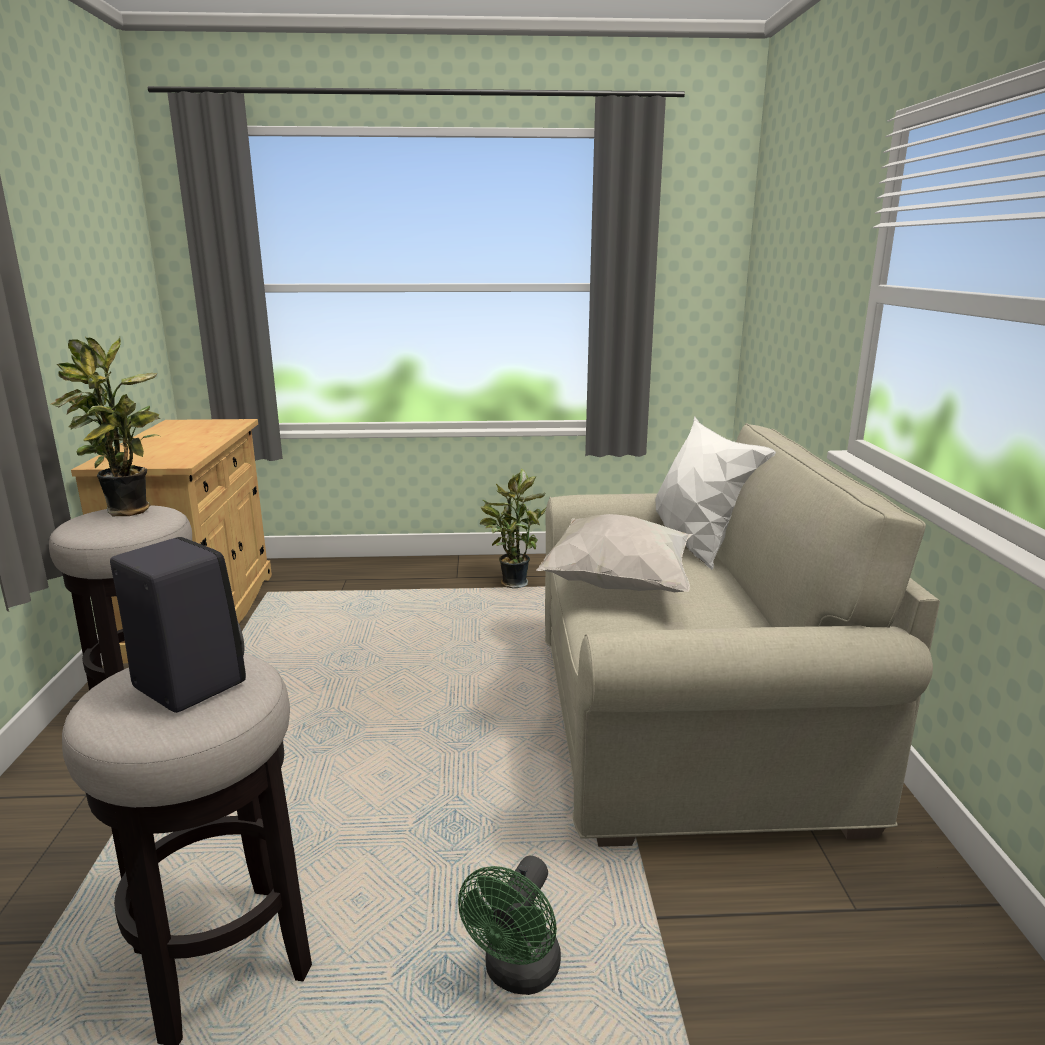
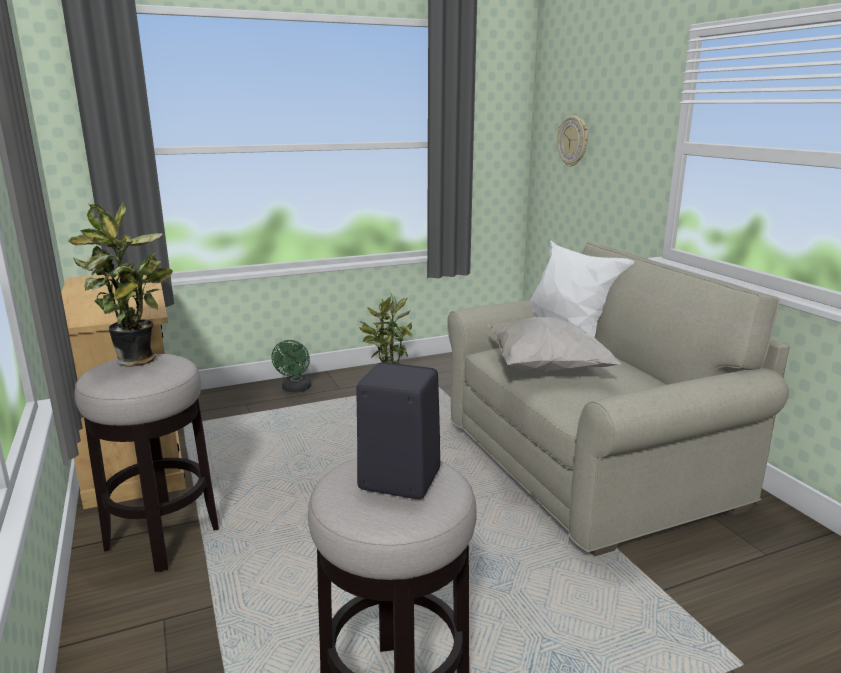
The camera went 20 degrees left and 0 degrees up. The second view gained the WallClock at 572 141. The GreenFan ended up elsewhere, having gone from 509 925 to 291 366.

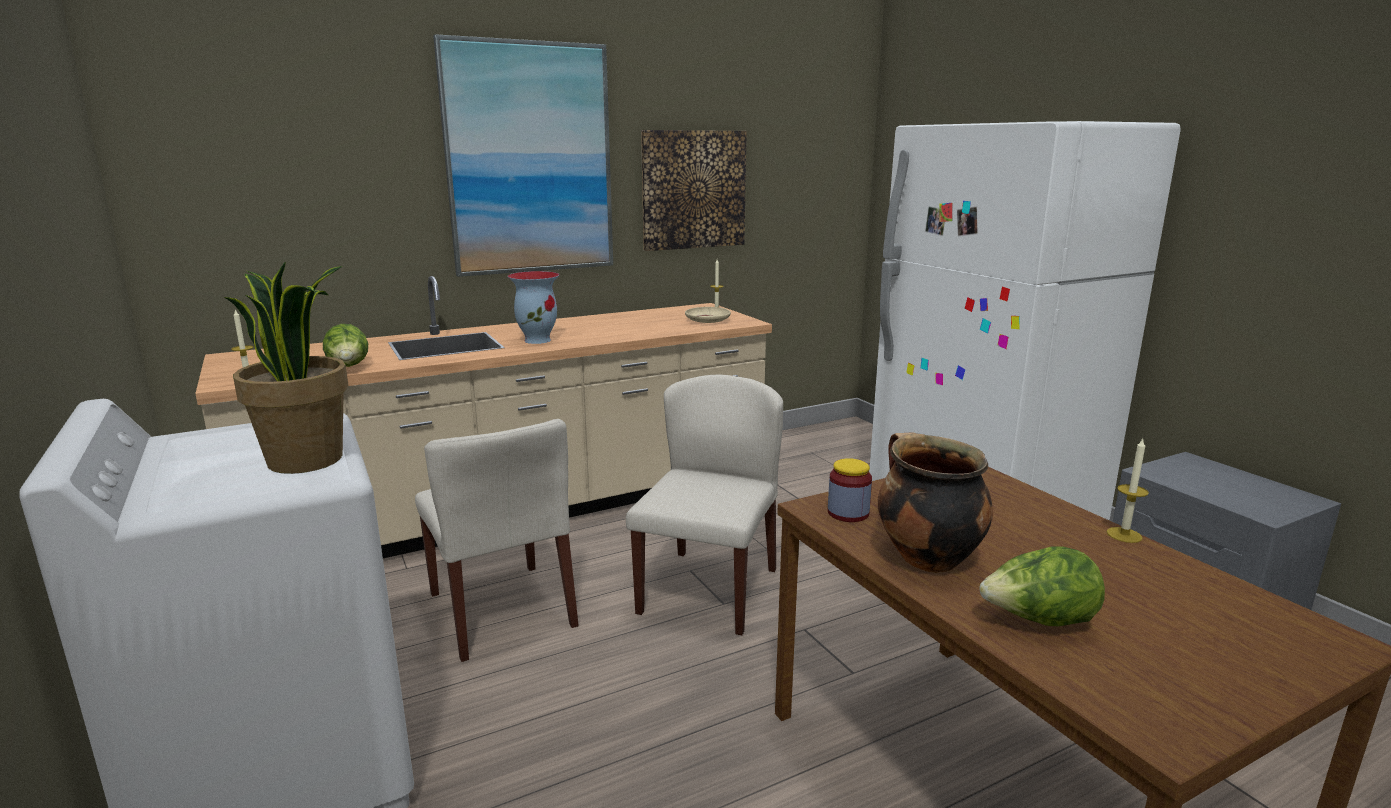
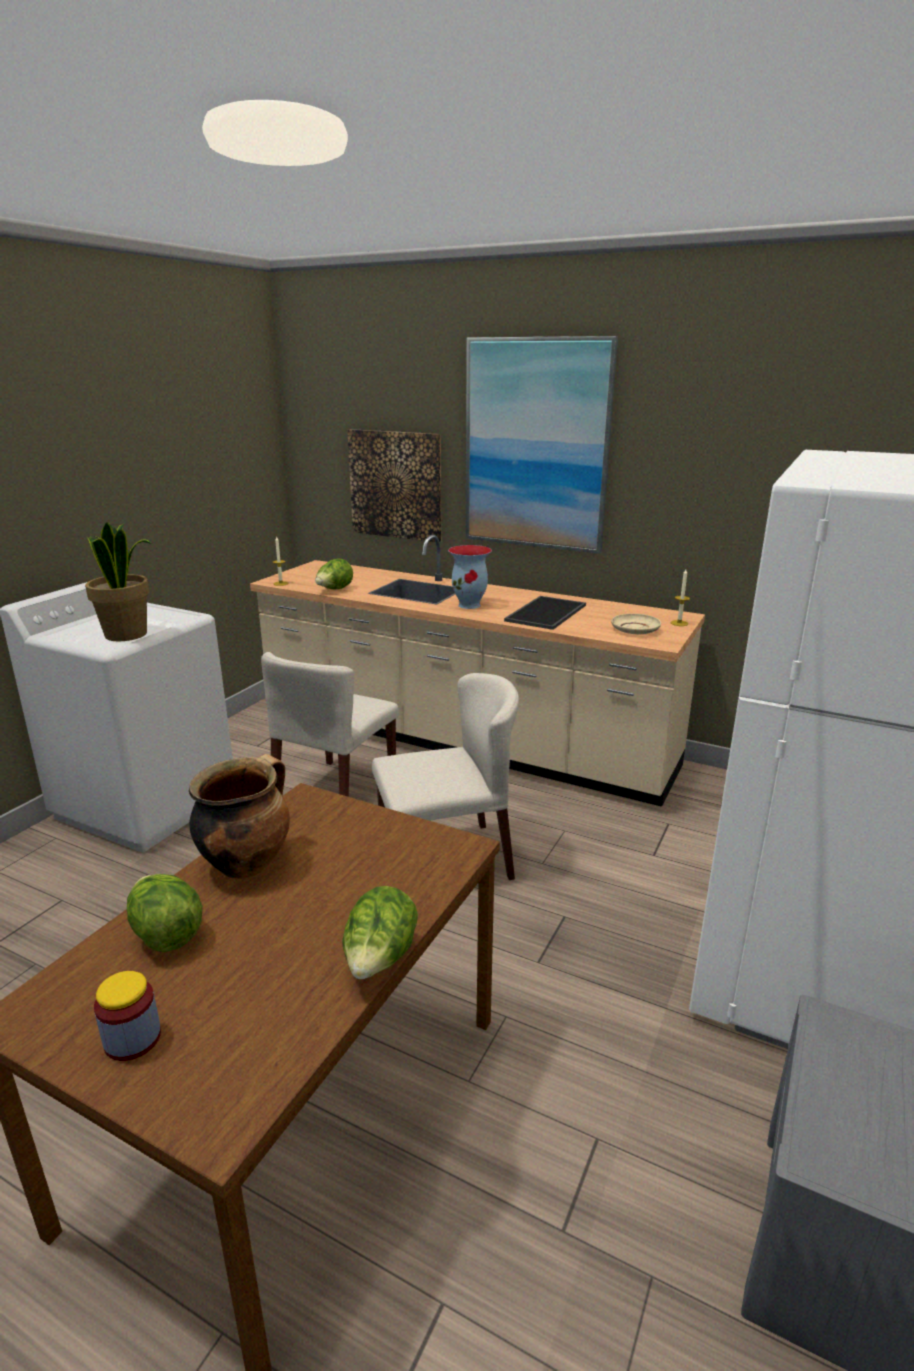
The camera went 55 degrees right and 5 degrees up. The second view gained the Tray at 545 613. The Picture ended up elsewhere, having gone from 694 190 to 394 485. The Jar ended up elsewhere, having gone from 850 490 to 127 1016. Where the Candle stood at 1128 491, the Lettuce came to stand at 380 932.

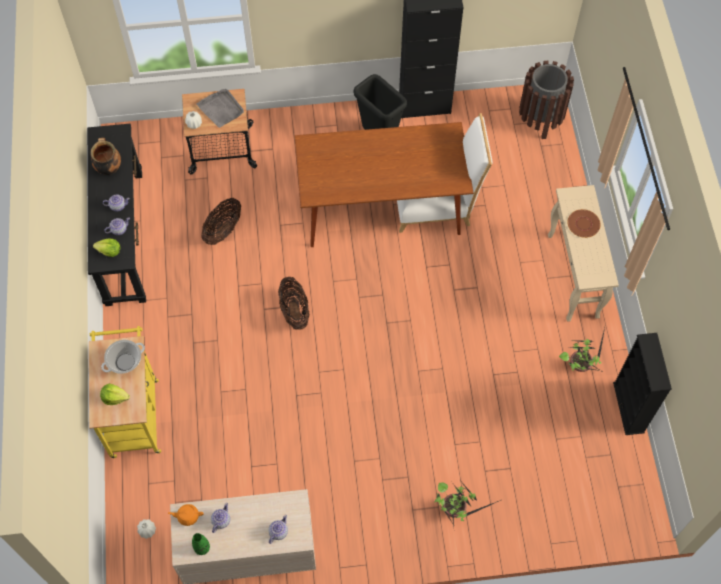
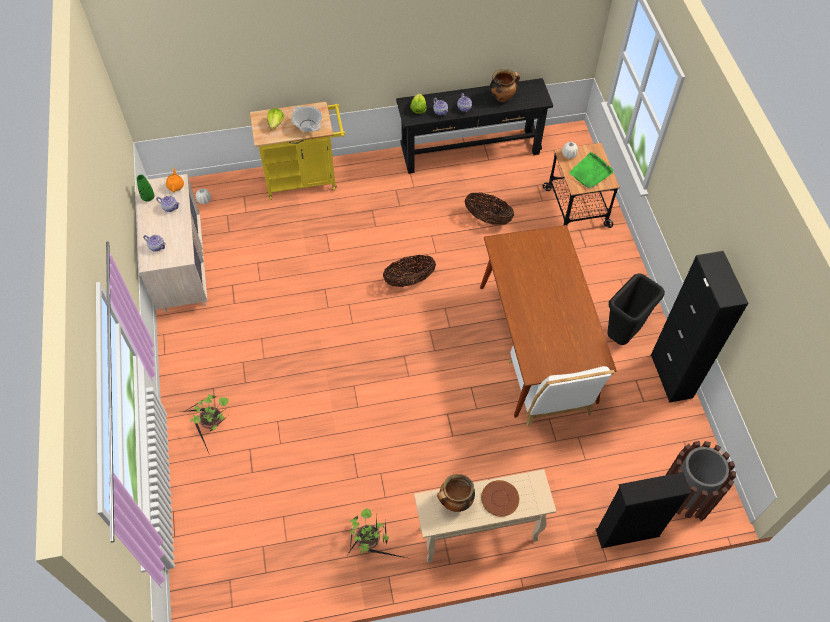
The camera went 85 degrees right and 5 degrees down. The second view gained the CookingPot at 456 493. The BlackBookcase ended up elsewhere, having gone from 642 384 to 643 510. What was the GreyTray at 220 108 turned into the GreenTray at 591 170.

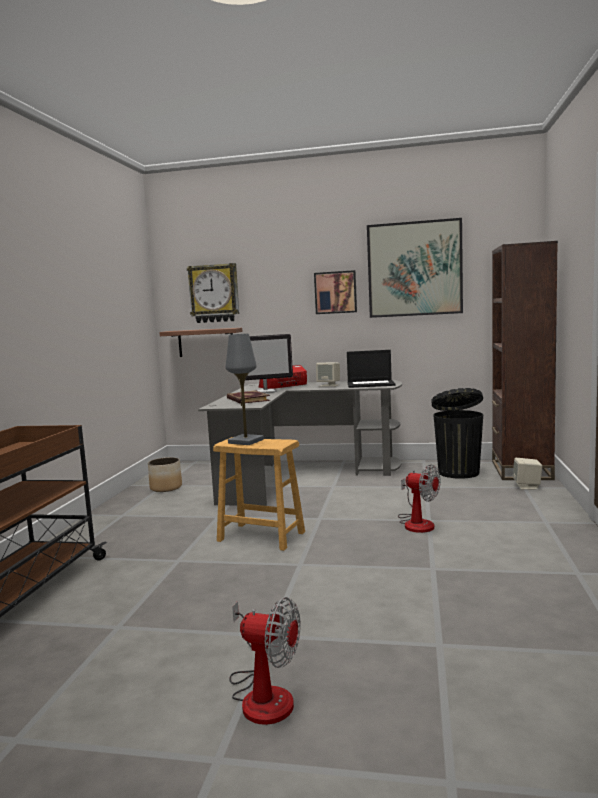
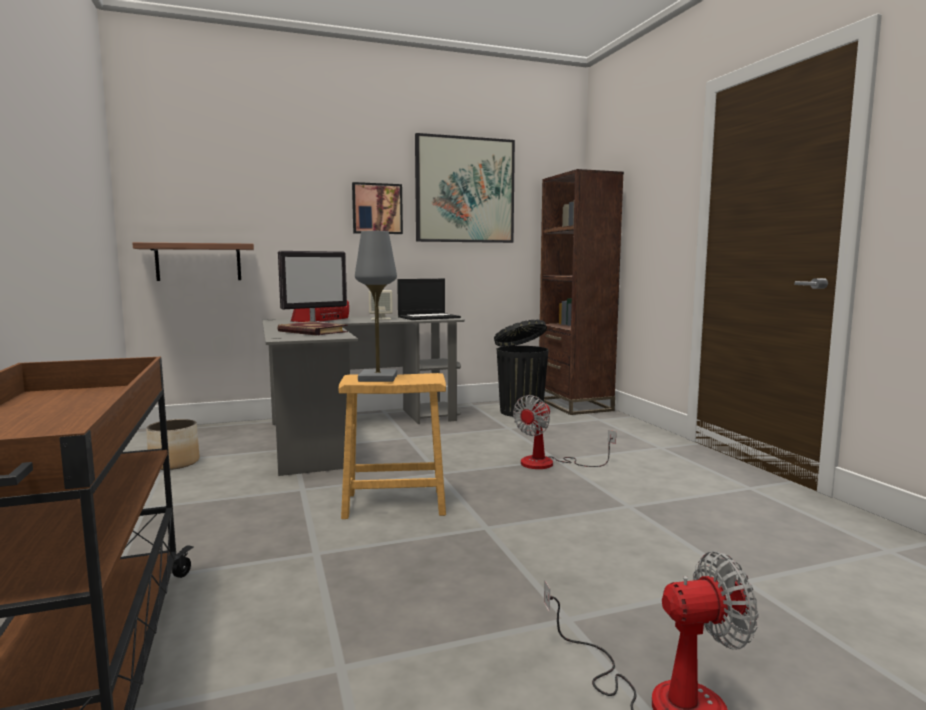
The camera went 30 degrees left and 0 degrees up. The second view lost the WallClock at 213 293. The second view lost the BeigeSpeaker at 527 474. The Fan at 419 499 ended up facing another way, 120 degrees clockwise from before.

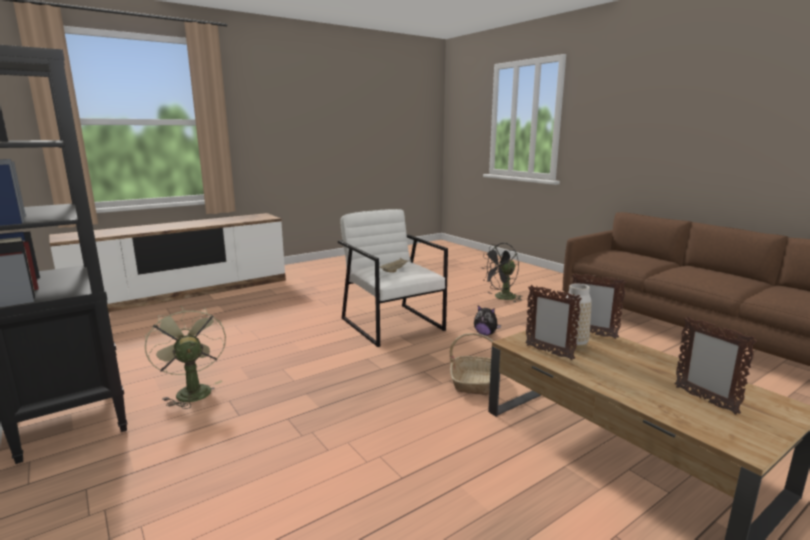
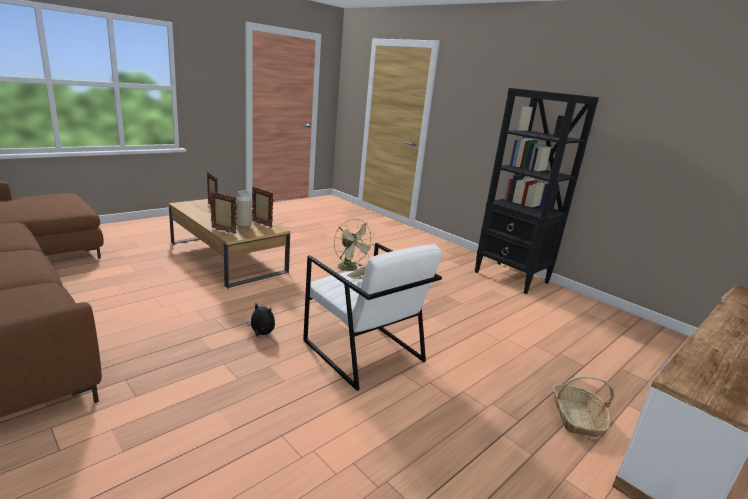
The camera went 170 degrees right and 5 degrees up. The second view lost the BlackFan at 501 273. The GreenFan ended up elsewhere, having gone from 185 357 to 354 246. The Basket ended up elsewhere, having gone from 471 364 to 583 406.

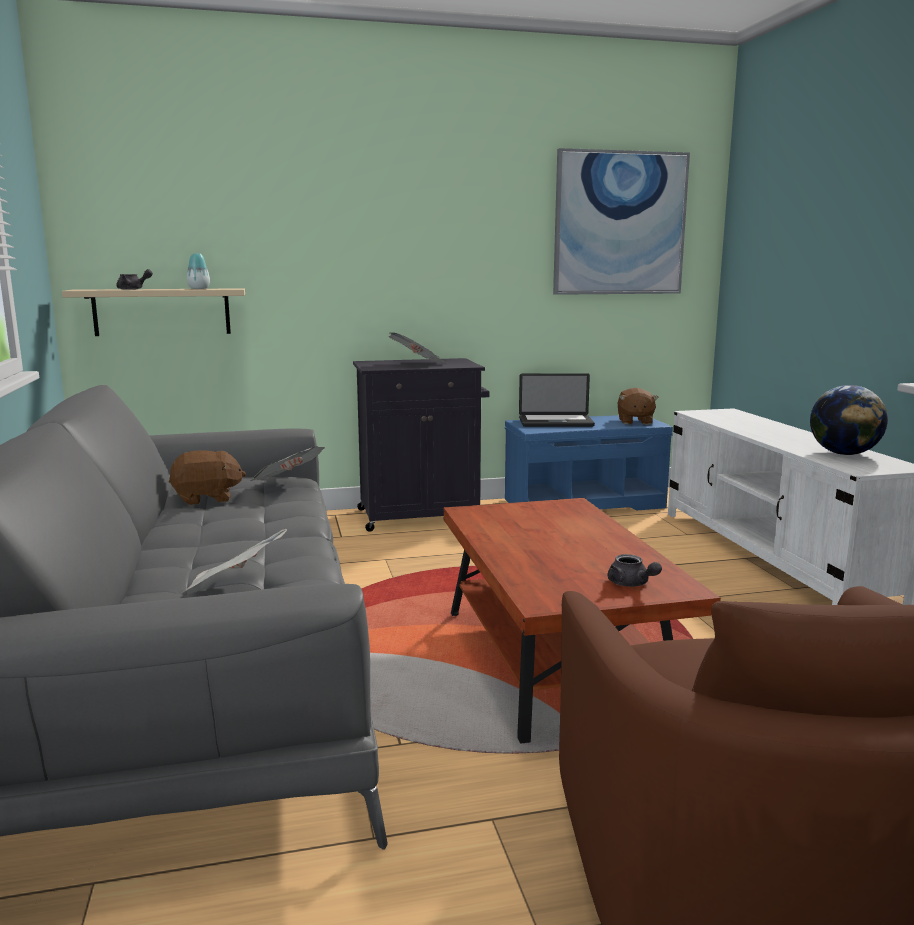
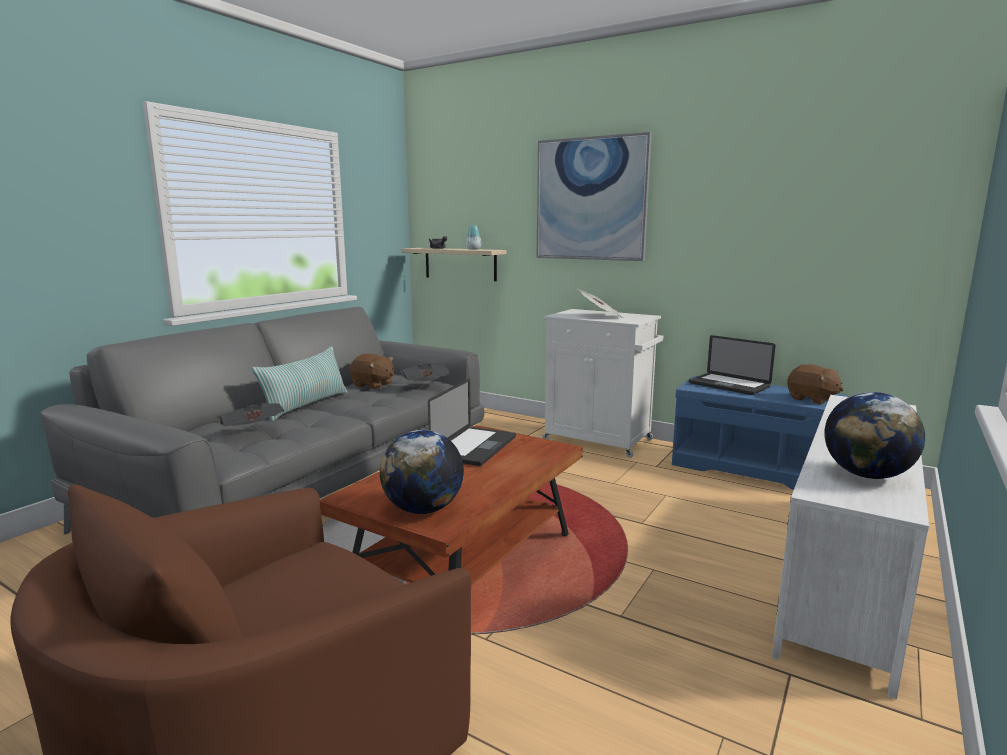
The camera went 45 degrees right and 0 degrees up. The second view gained the Pillow at 300 383. The second view gained the Laptop at 472 422. The Picture ended up elsewhere, having gone from 621 221 to 594 196. Where the GreyTeapot stood at 635 570, the Globe came to stand at 422 472. What was the BlackCabinet at 421 445 turned into the WhiteCabinet at 602 383. The BrownPlushToy at 638 406 ended up facing another way, 90 degrees counterclockwise from before.

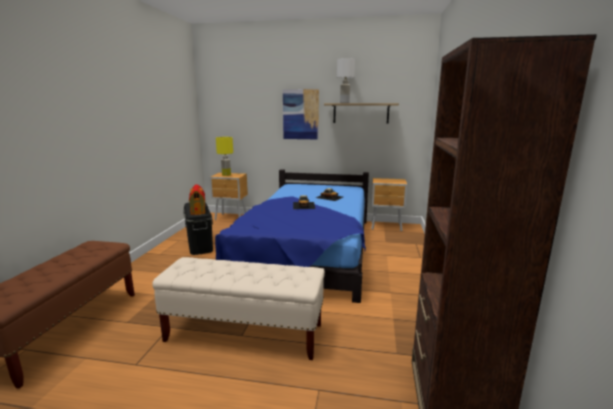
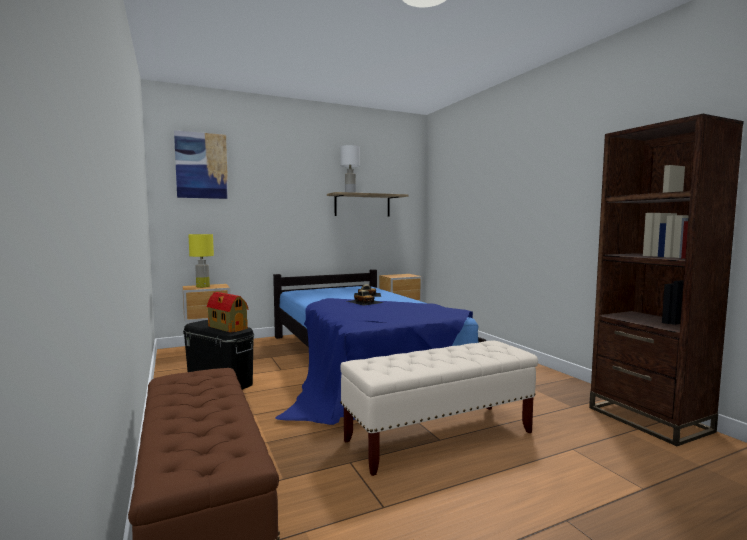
The camera went 35 degrees left and 10 degrees down. The Picture ended up elsewhere, having gone from 301 114 to 201 164.

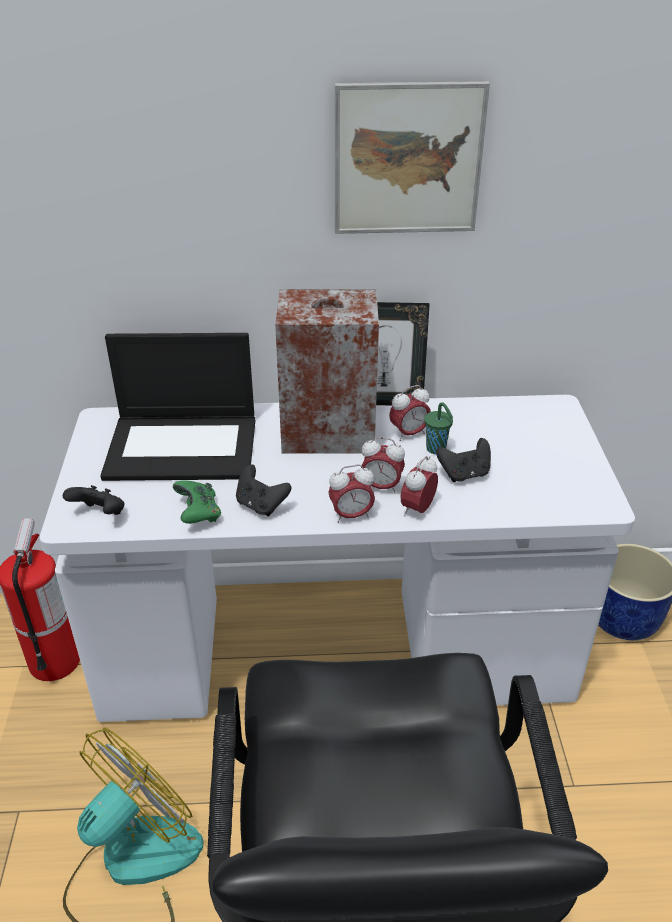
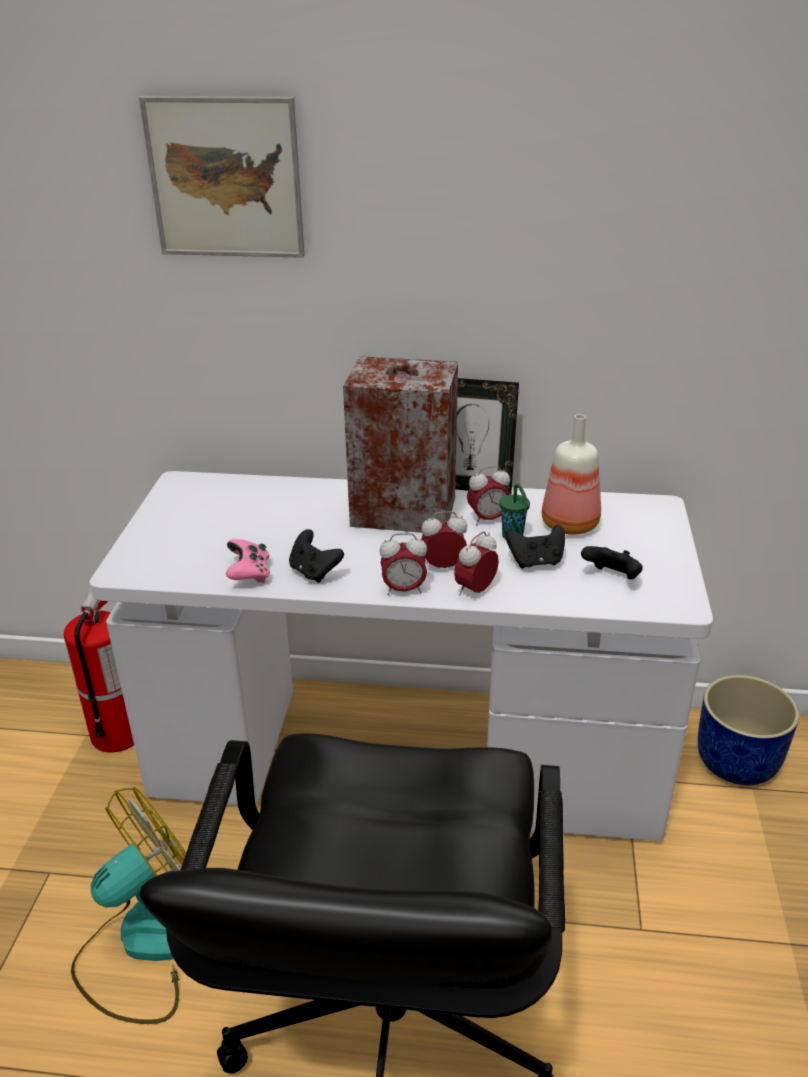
The camera went 10 degrees right and 5 degrees down. The second view lost the Laptop at 177 407. The second view gained the Bottle at 571 474. The BlackGameController ended up elsewhere, having gone from 93 500 to 612 562. The Picture ended up elsewhere, having gone from 412 157 to 222 177. What was the GreenGameController at 197 502 turned into the PinkGameController at 248 561. The AlarmClock at 383 465 ended up facing another way, 150 degrees clockwise from before.

